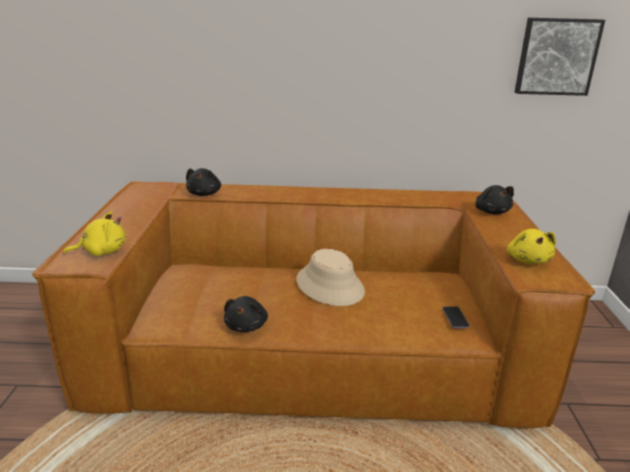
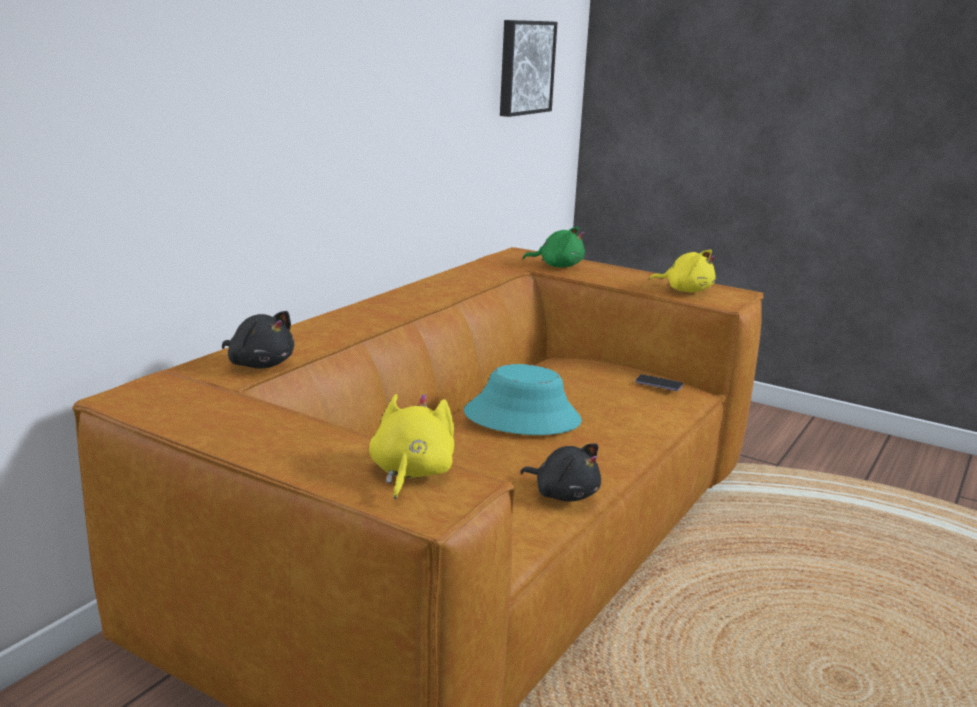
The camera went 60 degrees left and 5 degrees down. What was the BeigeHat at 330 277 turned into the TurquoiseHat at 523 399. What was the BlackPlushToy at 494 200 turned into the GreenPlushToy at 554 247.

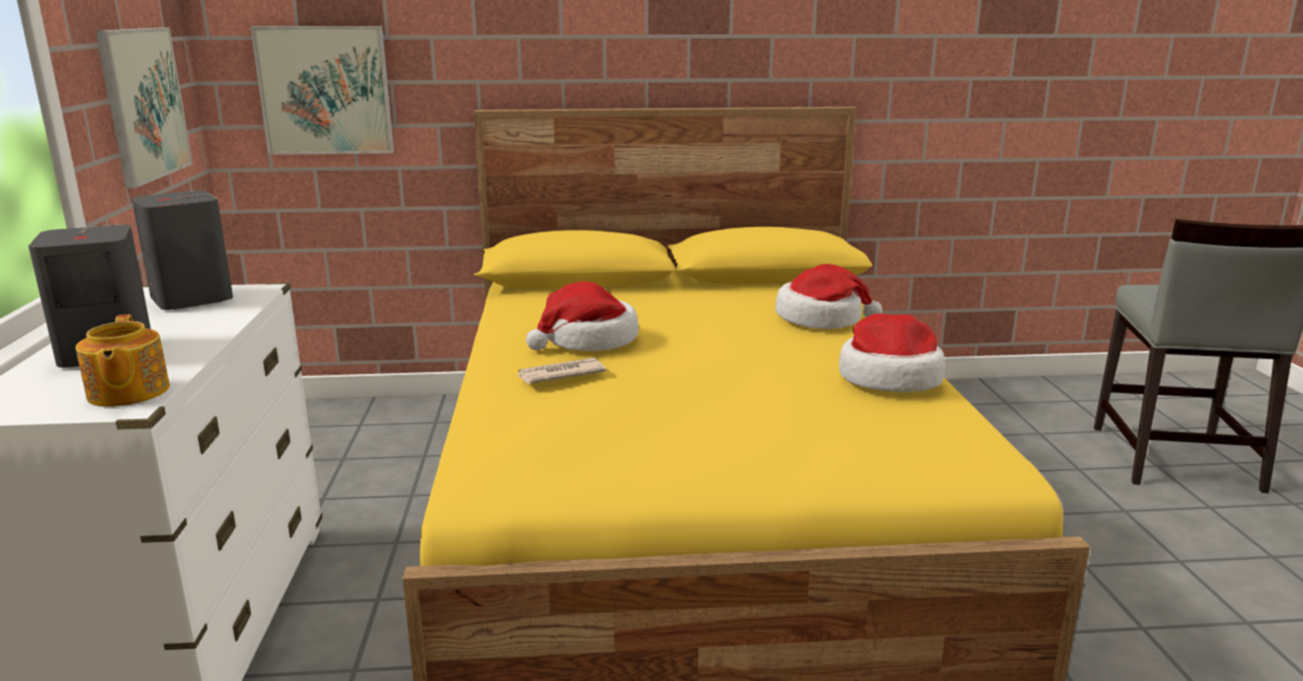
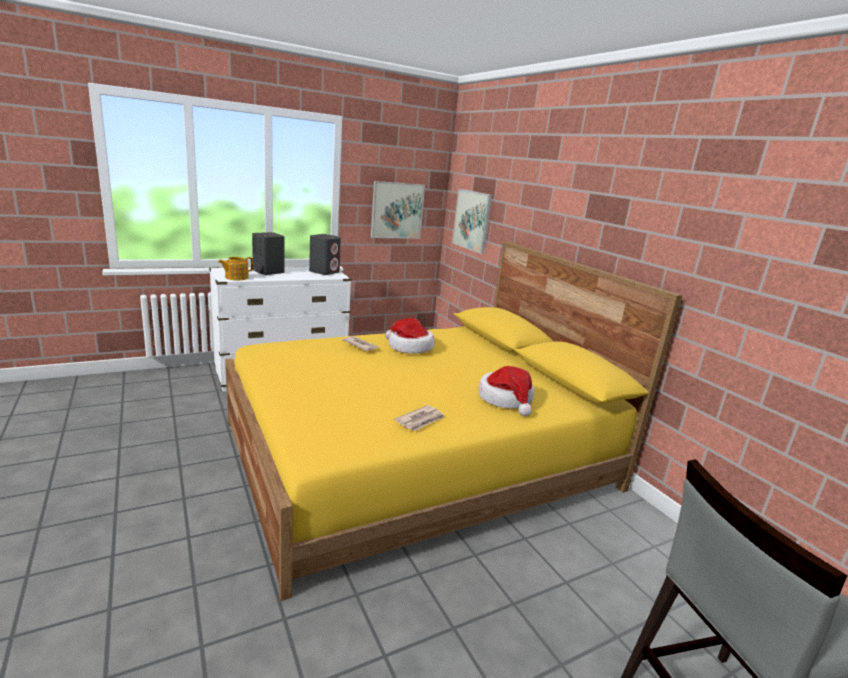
The camera went 65 degrees right and 0 degrees up. Where the Hat stood at 892 352, the Newspaper came to stand at 419 418.

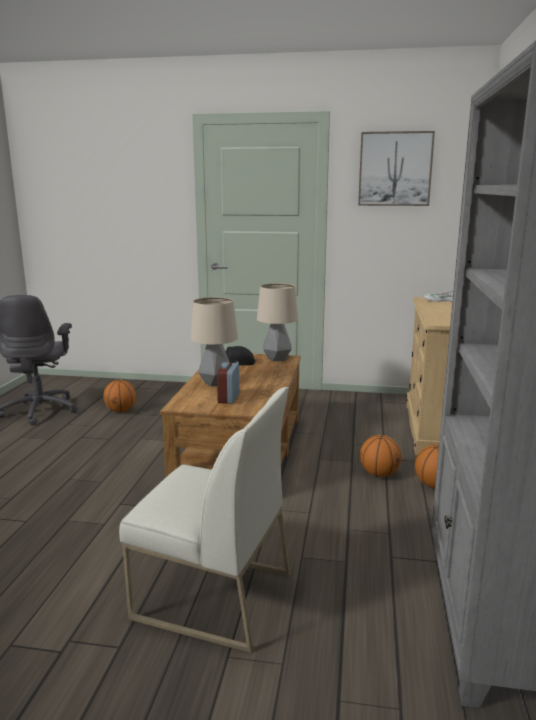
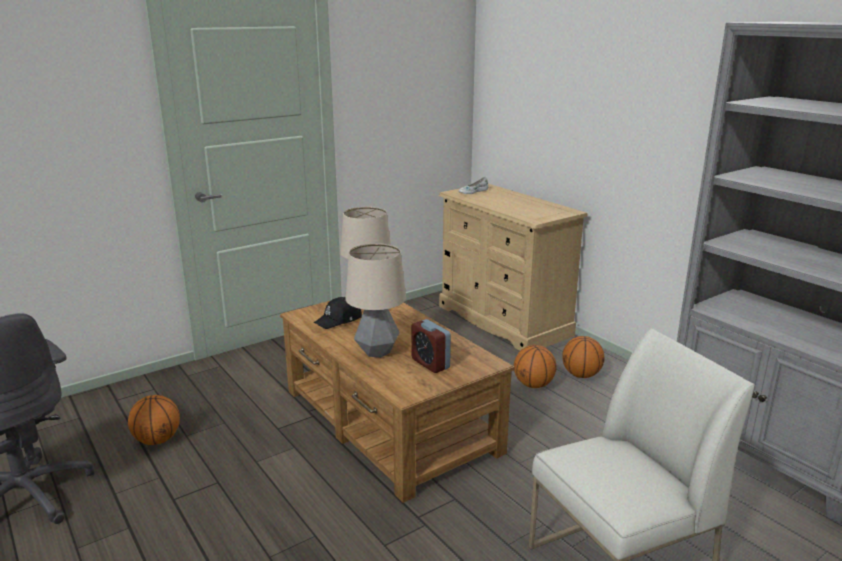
The camera went 45 degrees left and 5 degrees up. The second view lost the Picture at 396 168.

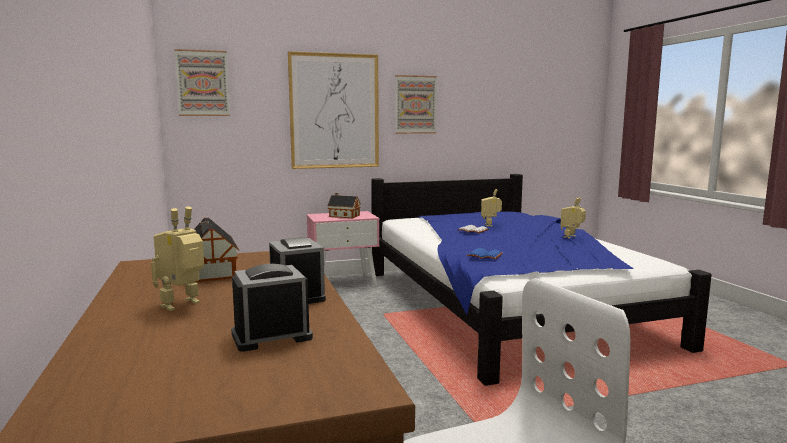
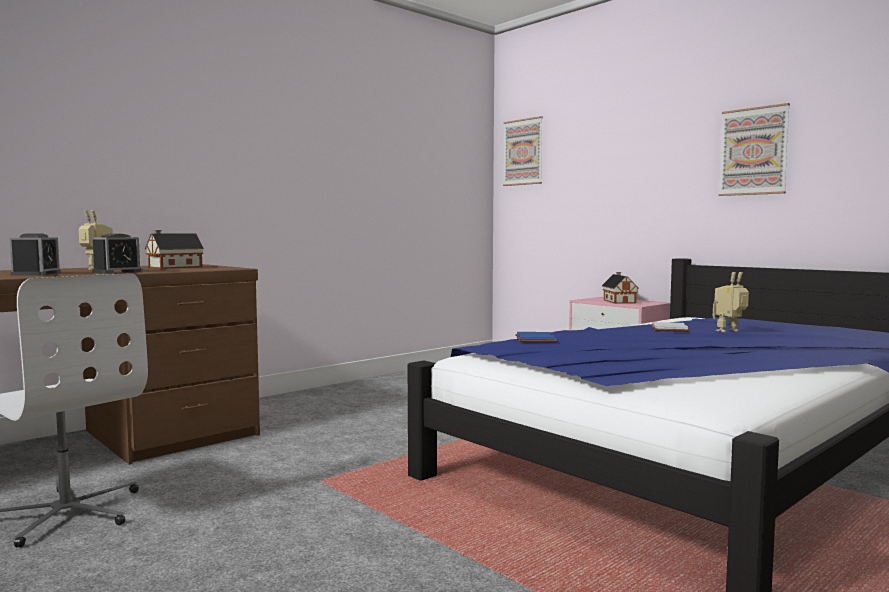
The camera went 65 degrees right and 5 degrees down. The second view lost the Picture at 333 110. The second view lost the ToyRobot at 573 217. The AlarmClock at 272 308 ended up facing another way, 45 degrees clockwise from before.

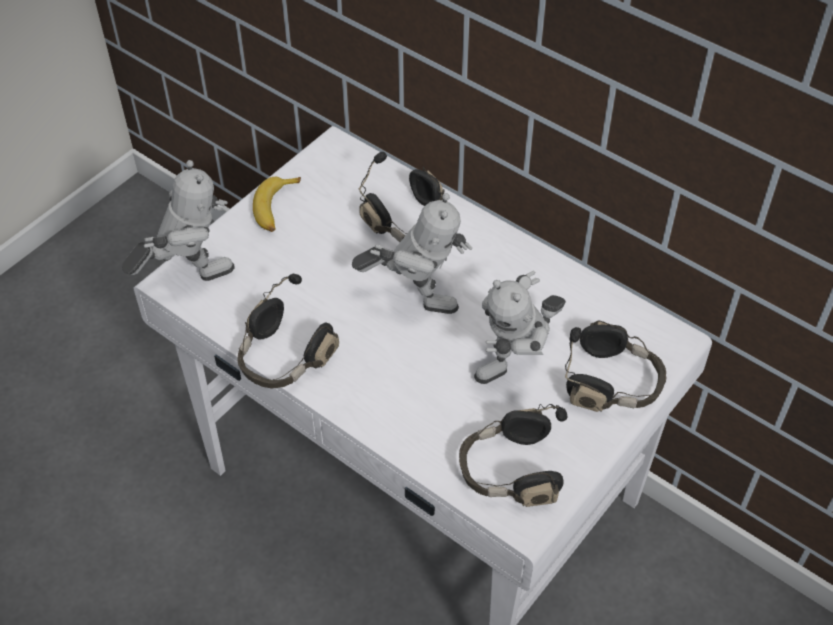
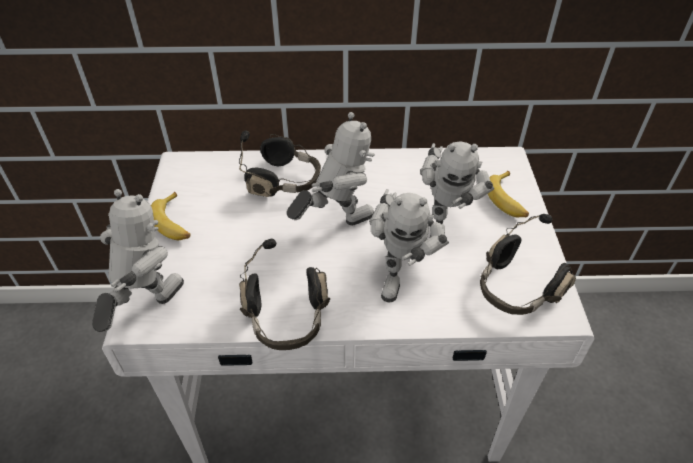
The camera went 40 degrees left and 5 degrees down. The second view gained the ToyRobot at 409 245. Where the BlackHeadphones stood at 616 366, the Banana came to stand at 508 194.

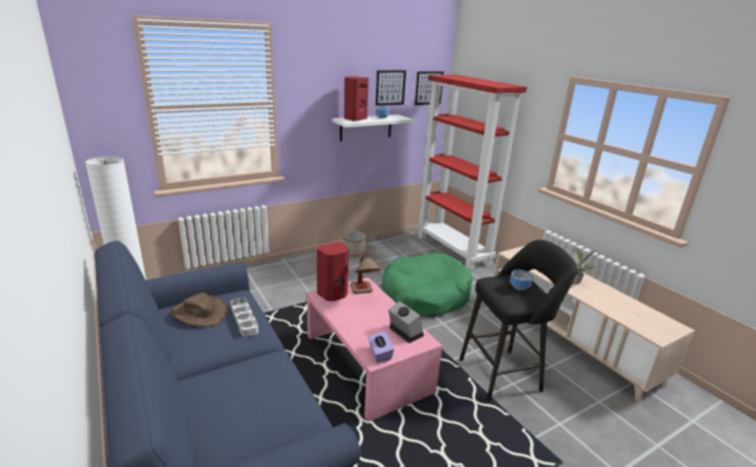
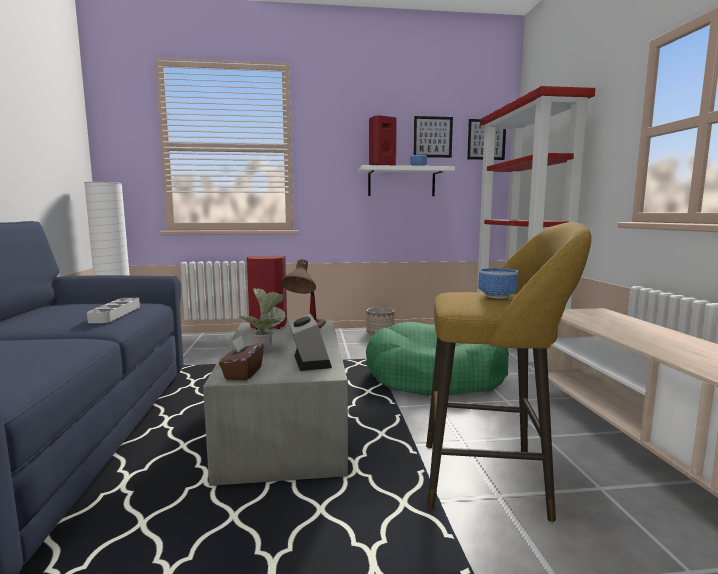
The camera went 25 degrees right and 15 degrees down. The second view lost the BrownHat at 199 310. The PottedPlant ended up elsewhere, having gone from 584 265 to 262 317. What was the PinkCoffeeTable at 374 349 turned into the GreyCoffeeTable at 275 403. What was the PurpleTissueBox at 381 346 turned into the BrownTissueBox at 241 357. What was the BlackStool at 518 321 turned into the YellowStool at 508 372.

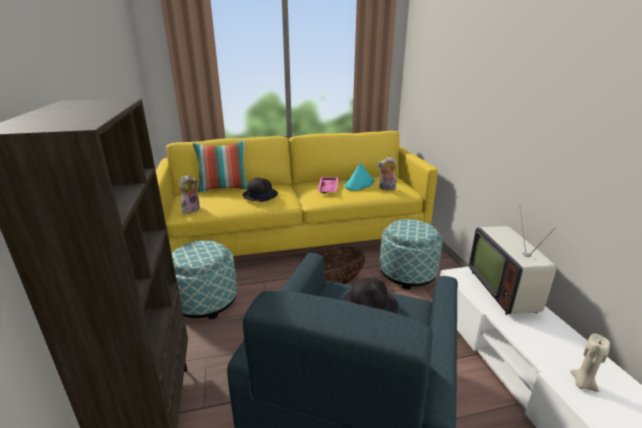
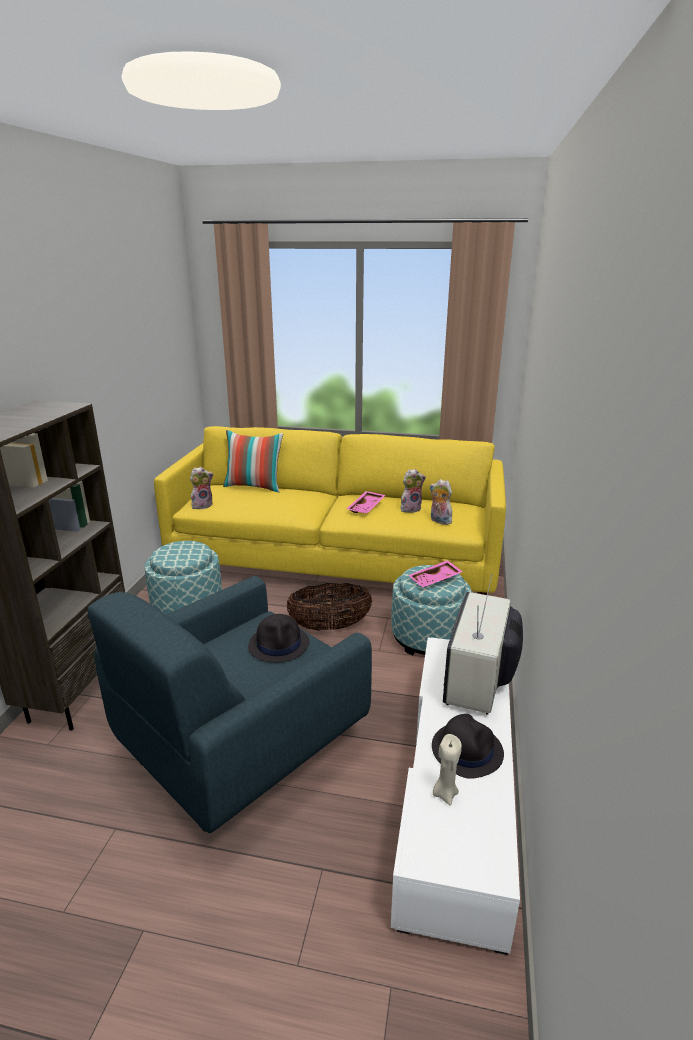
The camera went 25 degrees right and 0 degrees up. The second view gained the PinkTray at 435 573. The BlackHat ended up elsewhere, having gone from 260 190 to 468 746. Where the TurquoiseHat stood at 359 177, the PlushToy came to stand at 413 491.

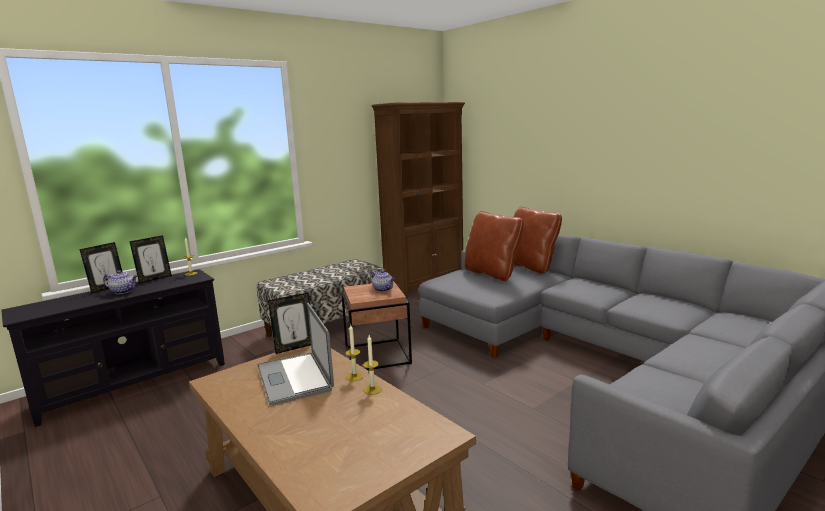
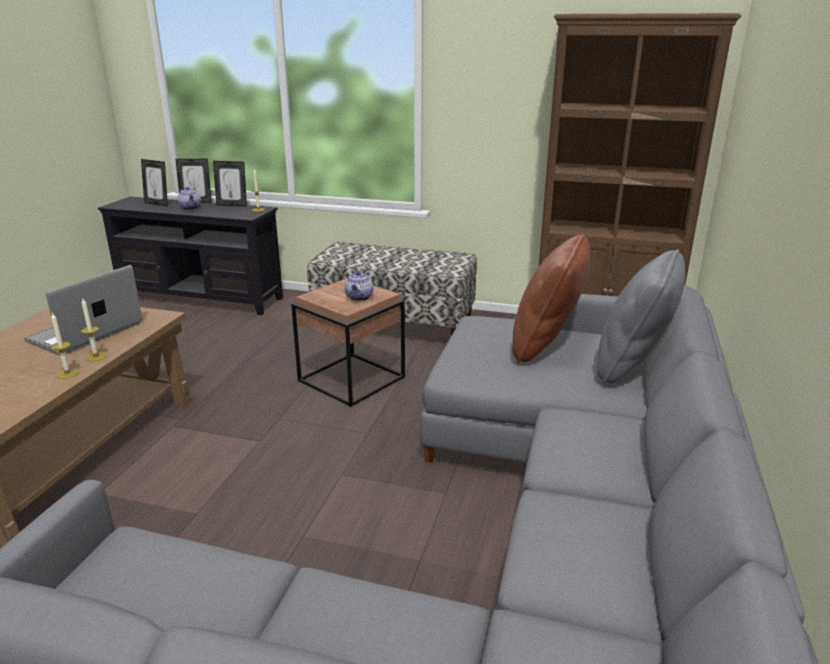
The camera went 55 degrees right and 10 degrees up. The PictureFrame ended up elsewhere, having gone from 289 323 to 154 183. What was the BrownPillow at 538 240 turned into the GreyPillow at 641 316.

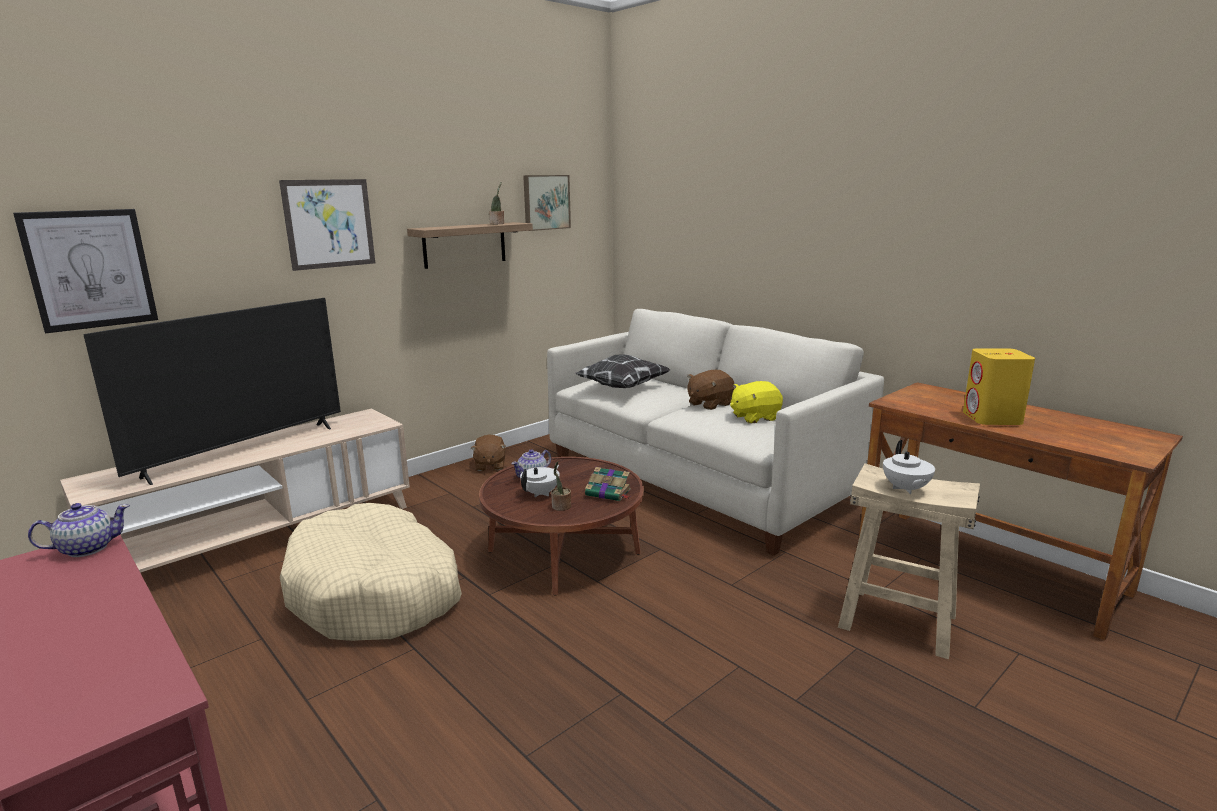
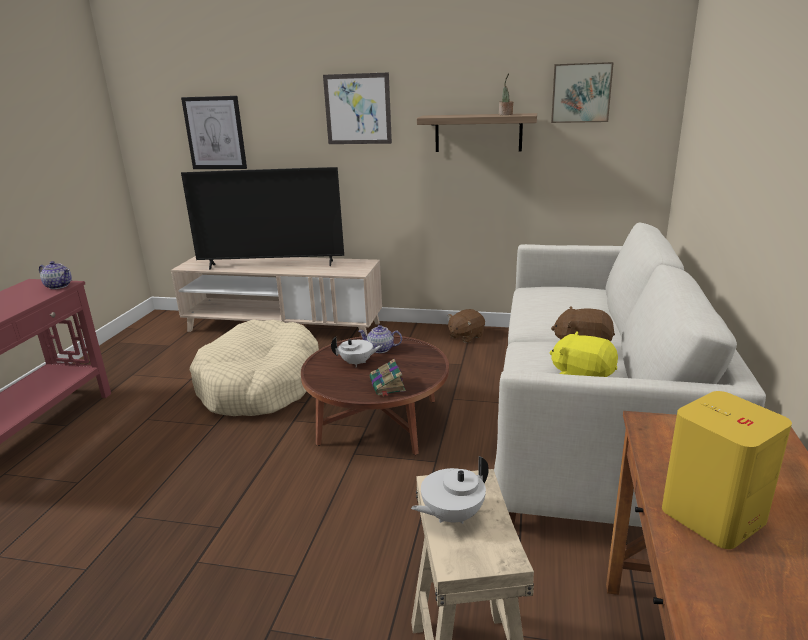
The camera went 55 degrees right and 5 degrees up. The second view lost the PottedPlant at 561 486. The second view lost the Pillow at 622 371.

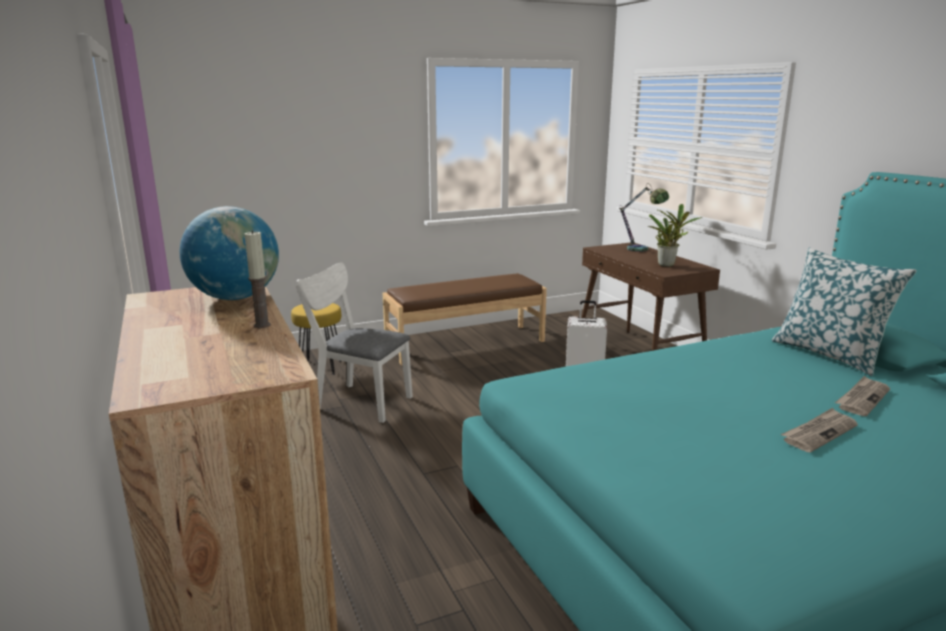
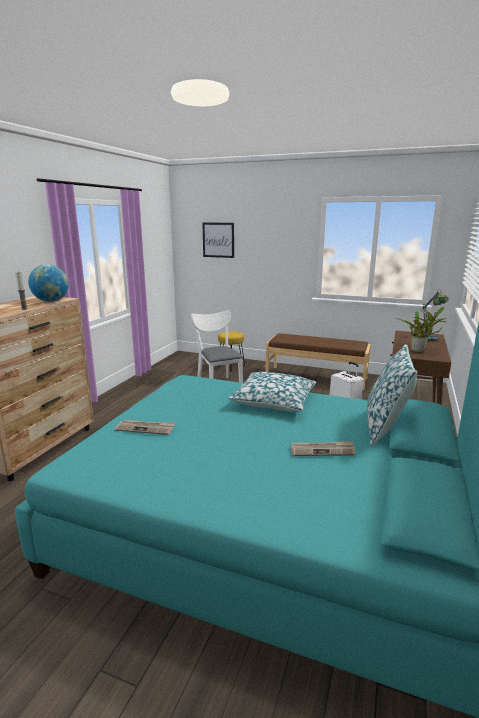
The camera went 45 degrees right and 0 degrees up. The second view gained the Picture at 218 240. The second view gained the Pillow at 272 392. The Newspaper ended up elsewhere, having gone from 819 430 to 145 427.

